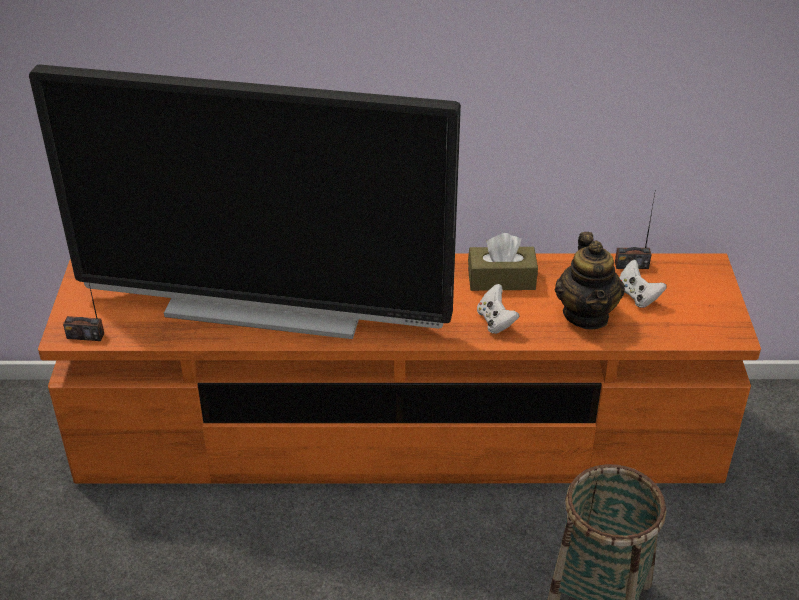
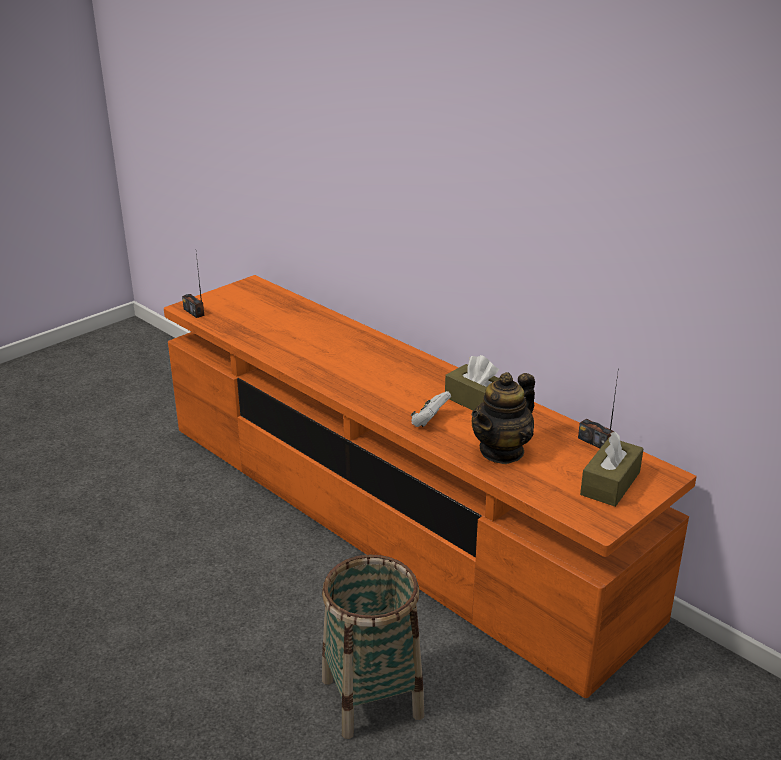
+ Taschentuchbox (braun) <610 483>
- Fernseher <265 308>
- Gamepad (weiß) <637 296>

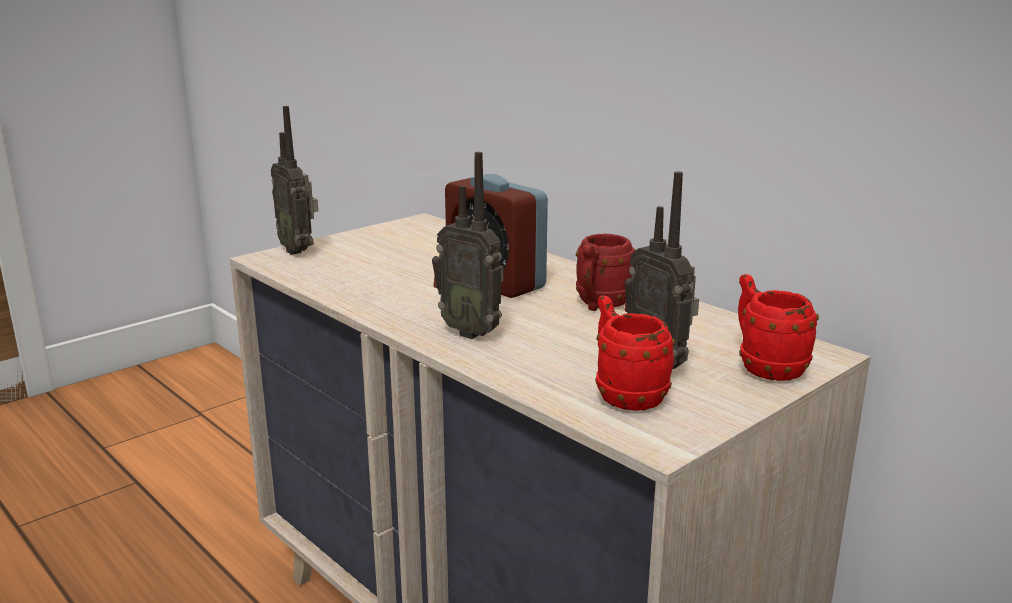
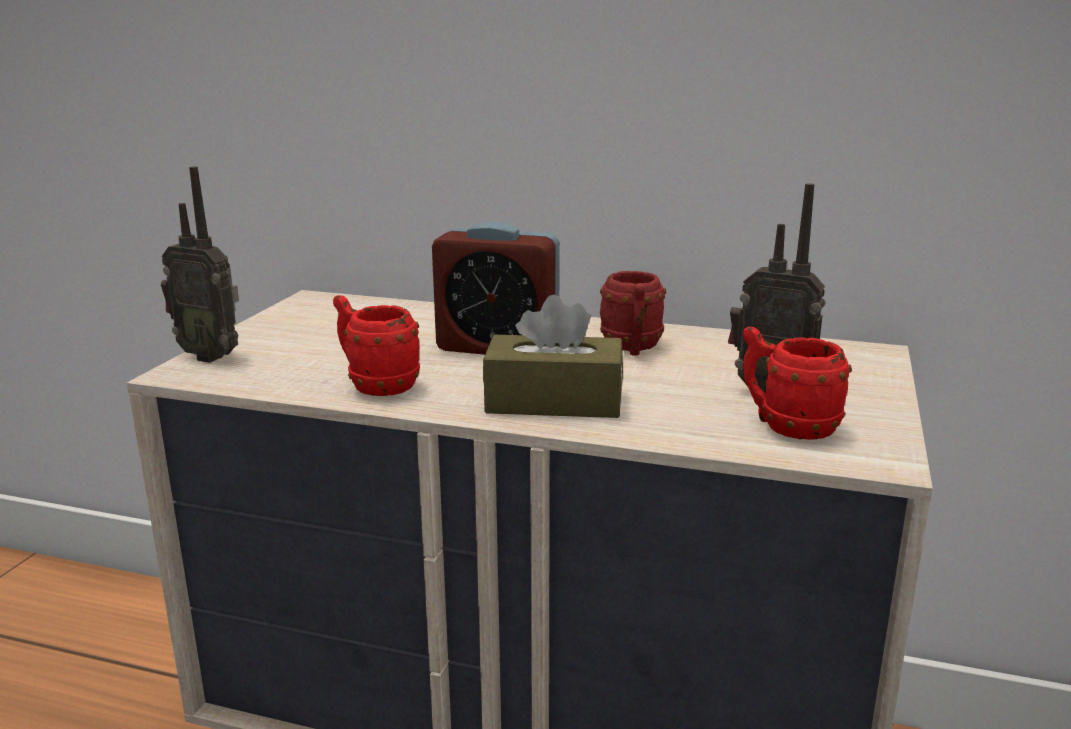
~ Henkelbecher (rot) <765 366> to <376 385>
~ Radio <471 331> to Taschentuchbox (braun) <554 401>

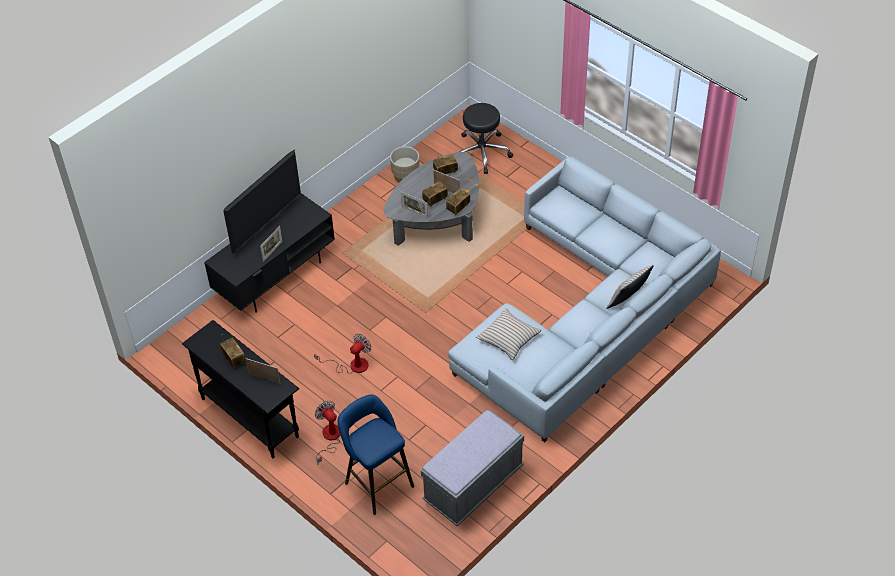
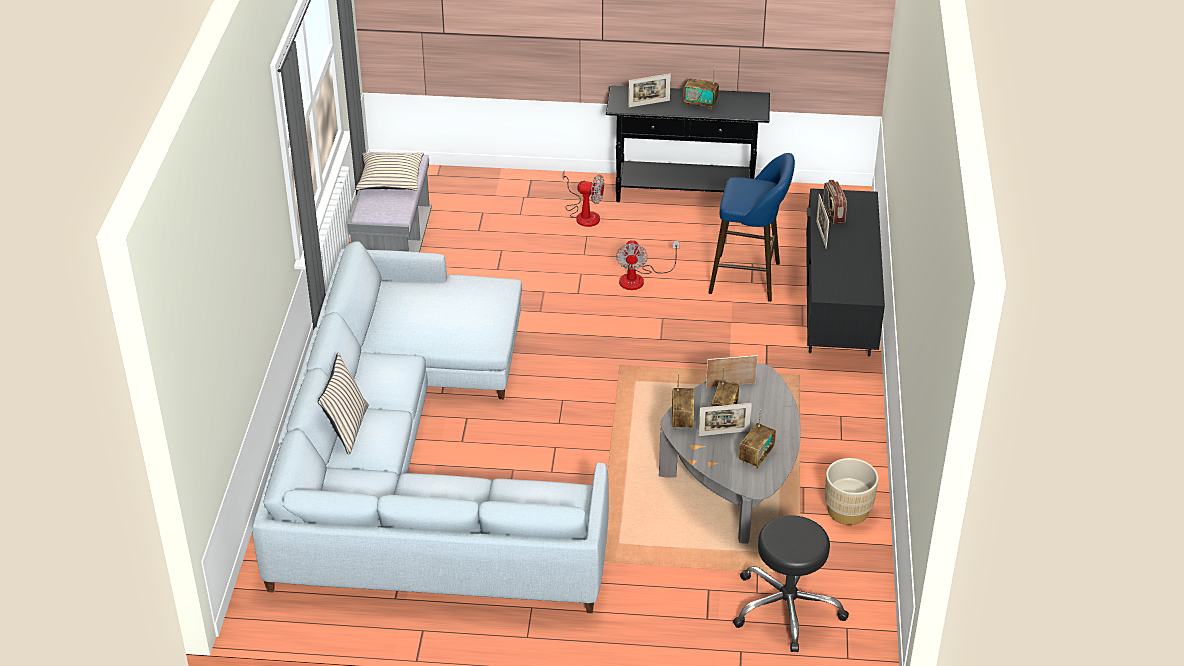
~ Kissen (beige) <509 338> to <390 179>
~ Hocker (blau) <376 482> to <749 278>
+ Radio <833 213>
- Fernseher <267 227>

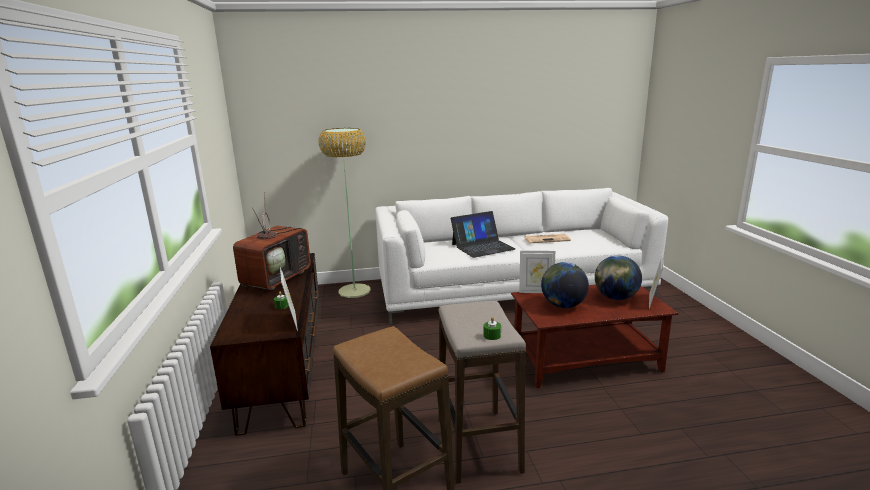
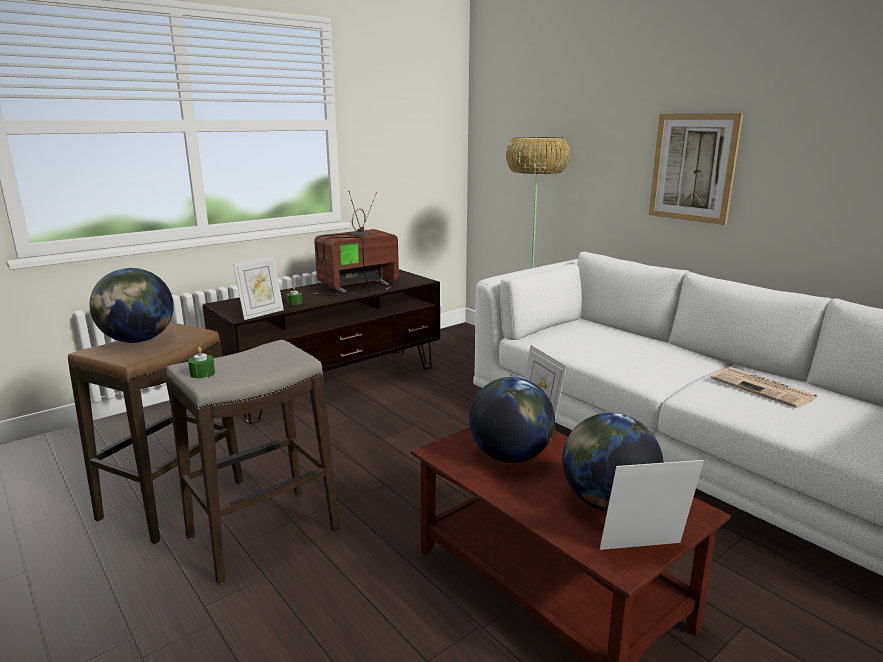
+ Globus <138 340>
~ Fernseher <276 278> = <357 286> 150 degrees clockwise
+ Bild <693 167>
- Laptop <482 246>

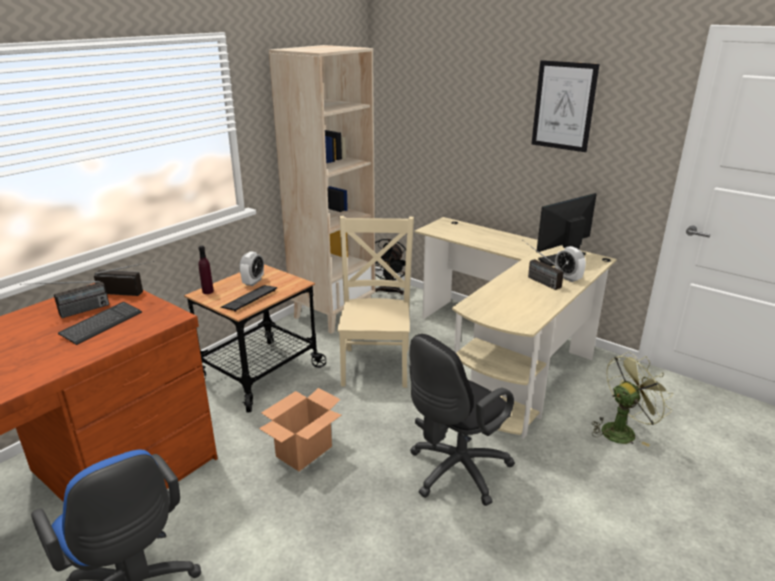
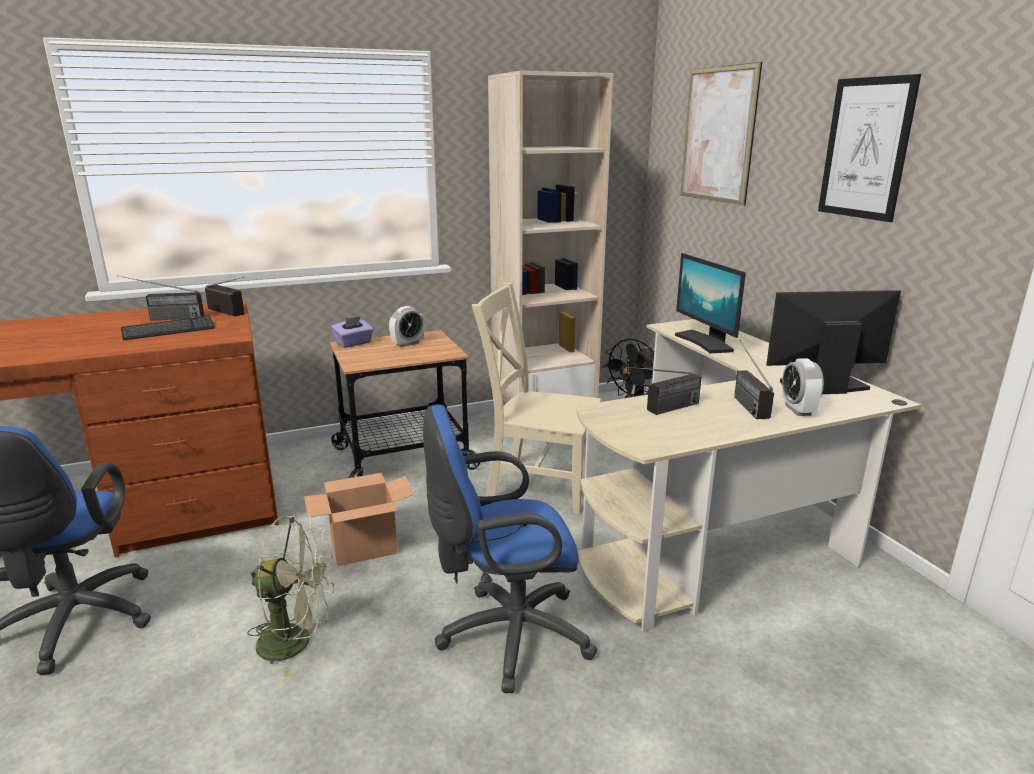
~ Ventilator (grün) <622 430> to <296 642>
~ Flasche (lila) <208 291> to Taschentuchbox (lila) <353 343>
~ Bürostuhl (schwarz) <454 472> to Bürostuhl (blau) <507 636>
~ Stuhl (beige) <376 364> = <537 484> 105 degrees counterclockwise
+ Radio <662 410>
+ Monitor <705 342>
+ Bild <717 135>
- Tastatur <250 299>

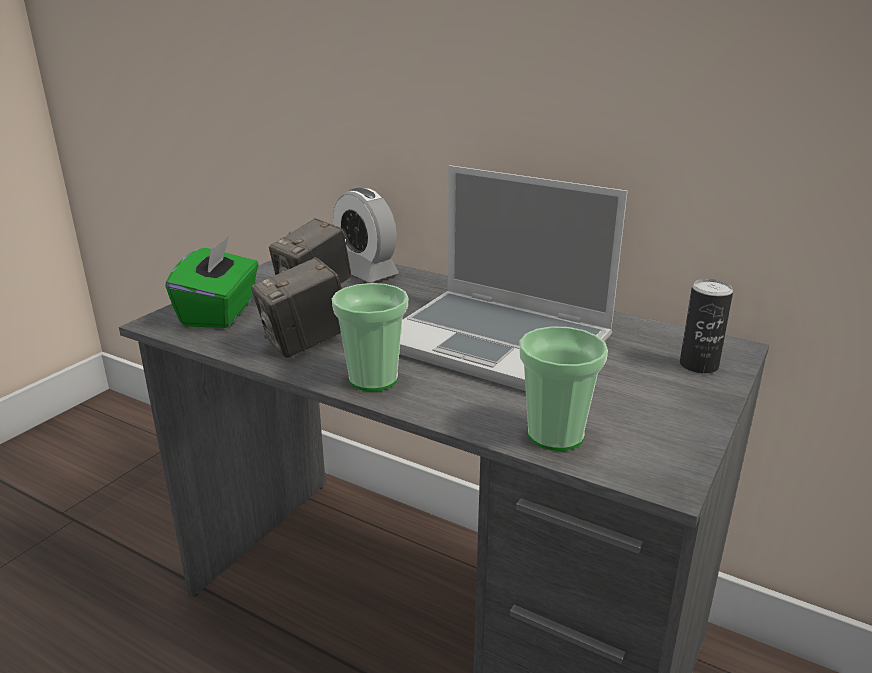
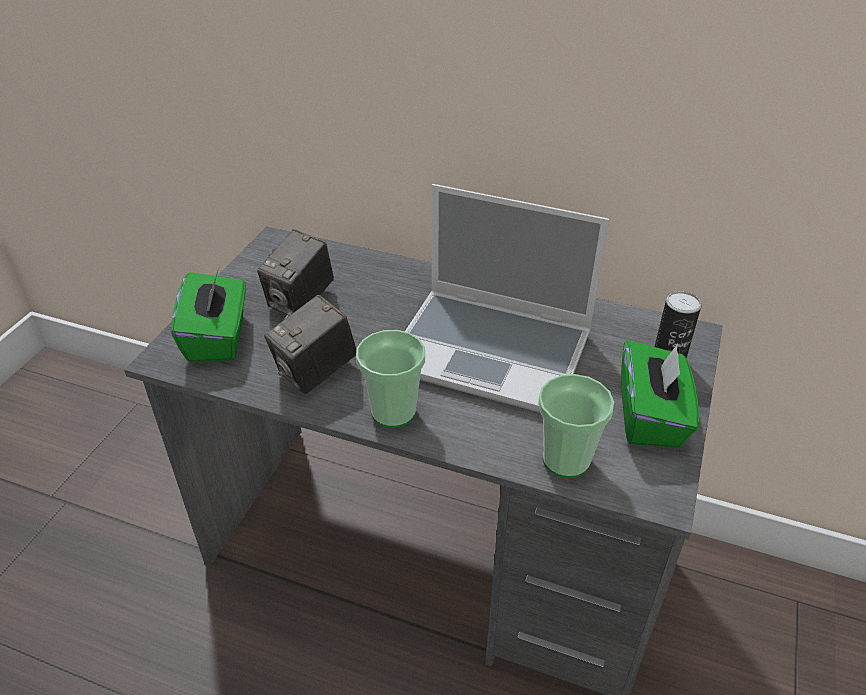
+ Taschentuchbox (grün) <651 417>
- Wecker <366 272>

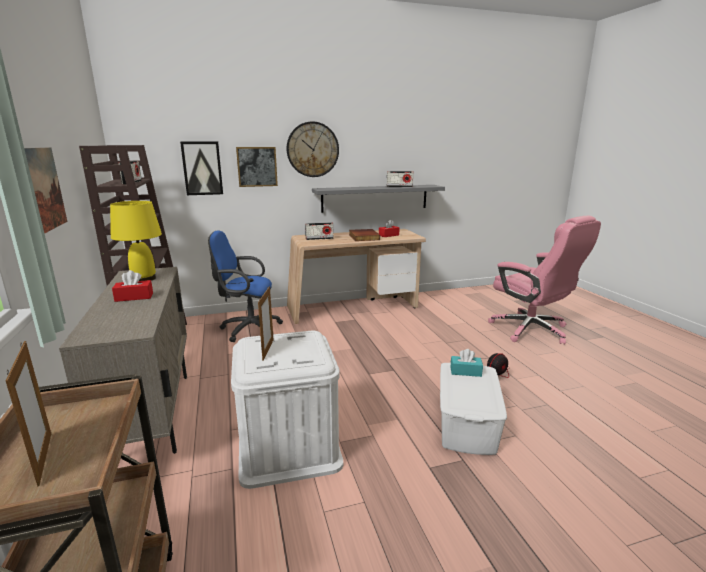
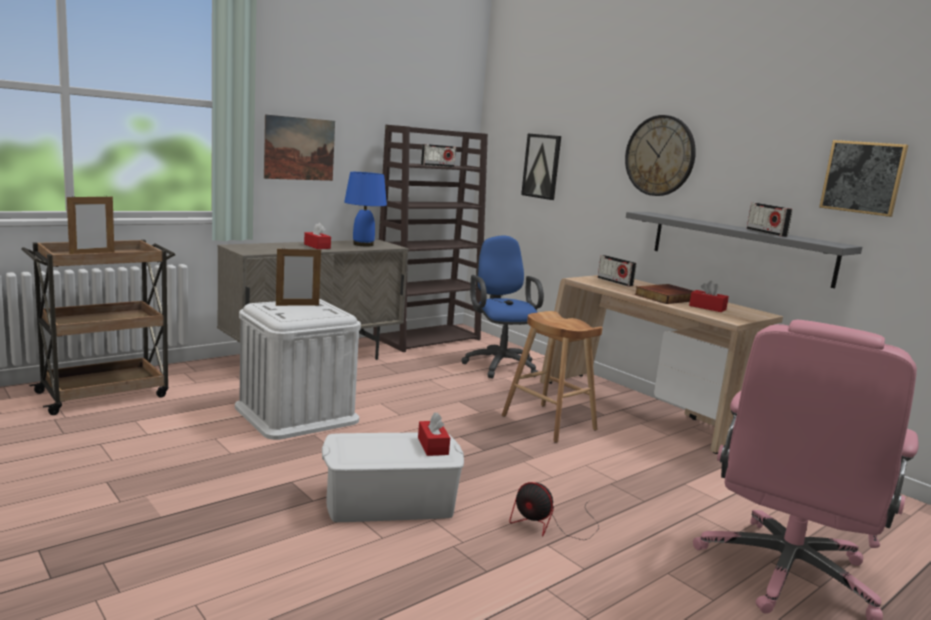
~ Tischlampe (gelb) <144 278> to Tischlampe (blau) <363 244>
~ Taschentuchbox (türkis) <465 371> to Taschentuchbox (rot) <433 446>
+ Hocker (braun) <549 423>
~ Bild <257 166> to <862 177>

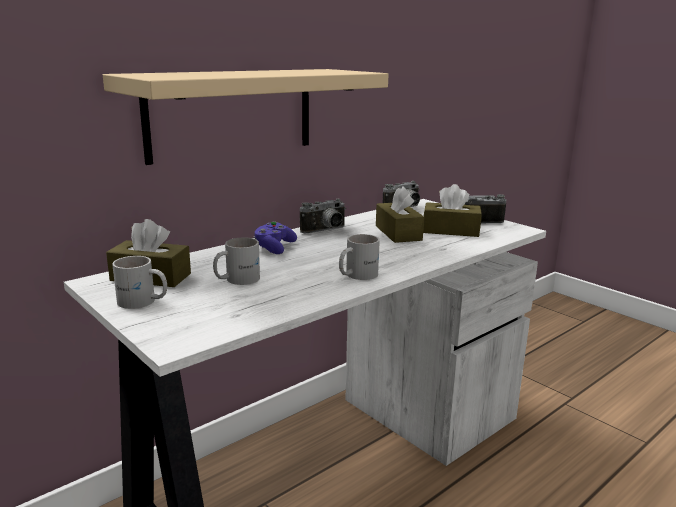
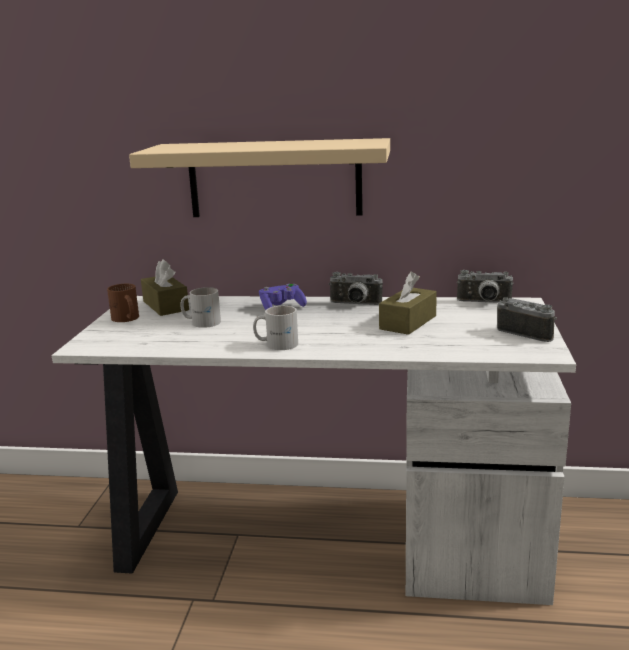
~ Henkelbecher (weiß) <142 302> to Henkelbecher (braun) <126 319>
- Taschentuchbox (braun) <450 230>

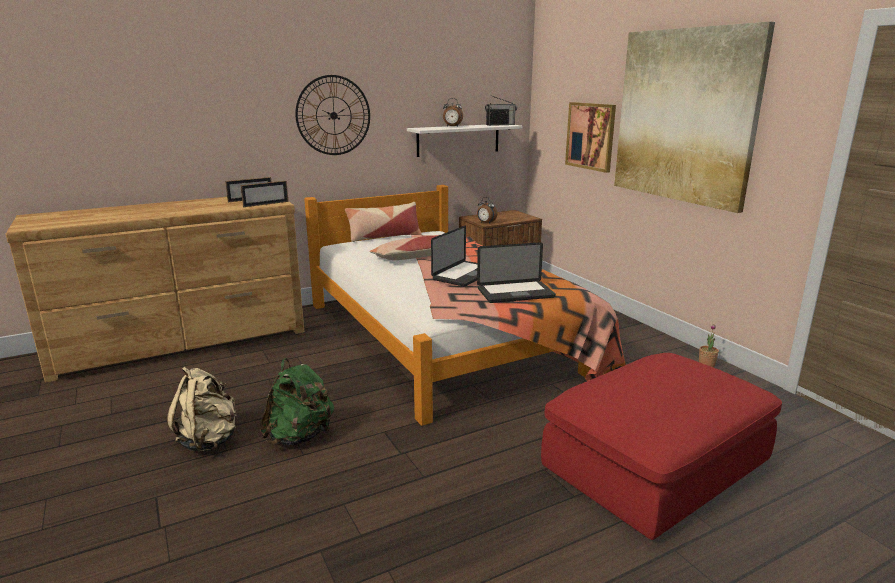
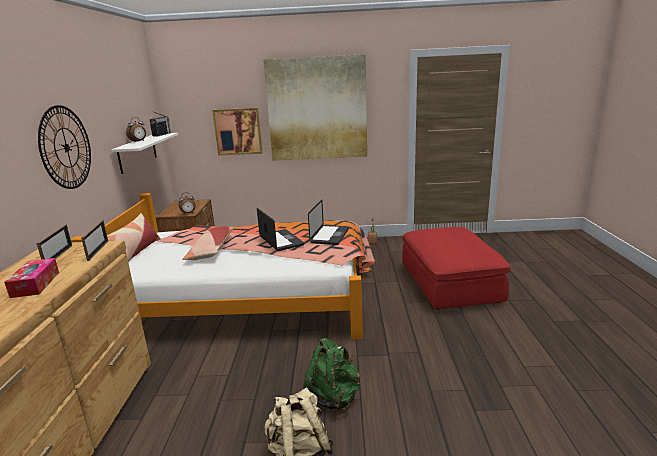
+ Taschentuchbox <35 284>

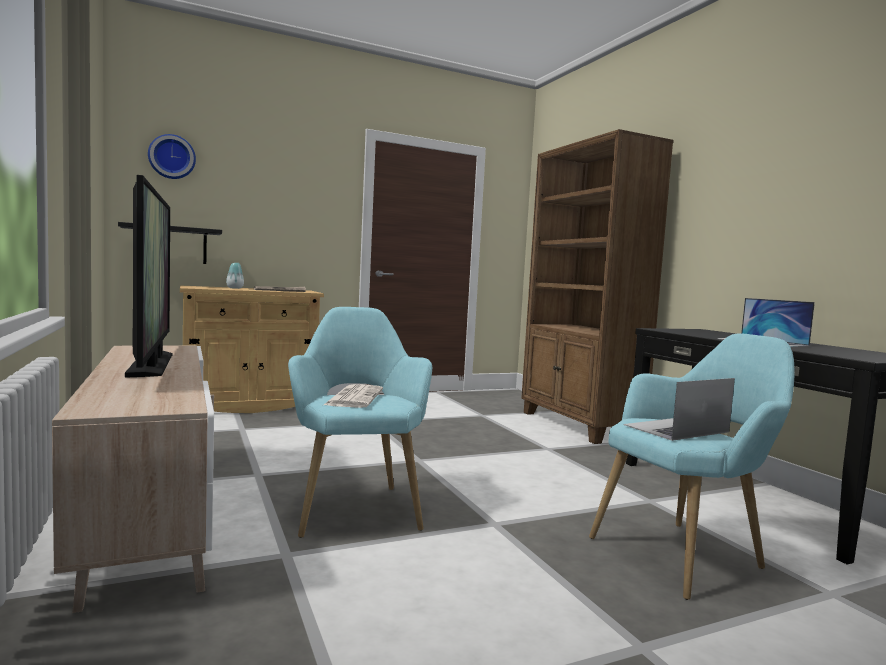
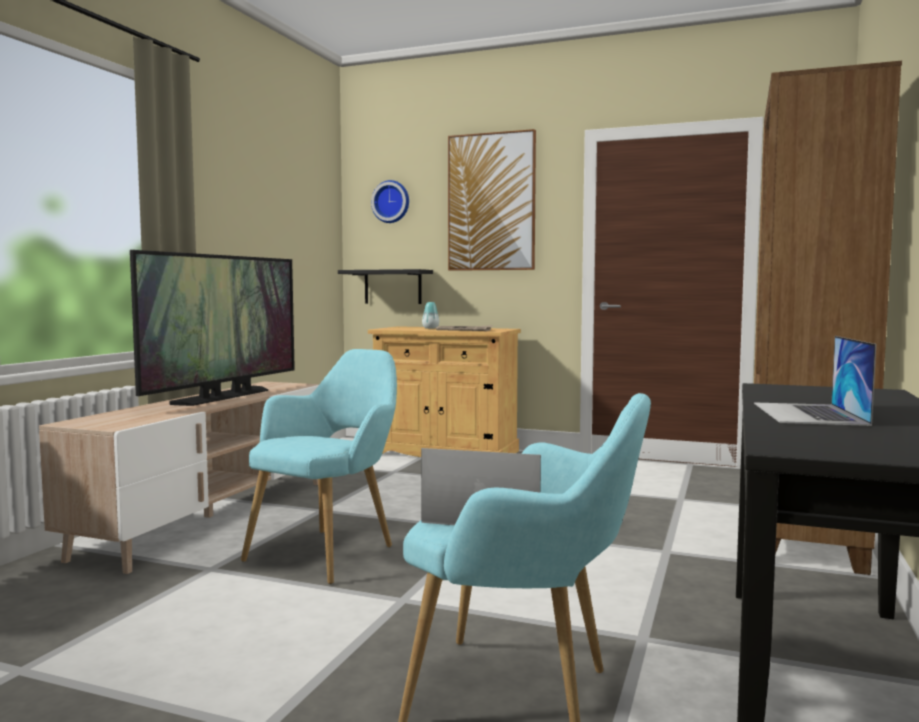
+ Bild <491 202>
- Zeitung <354 397>

